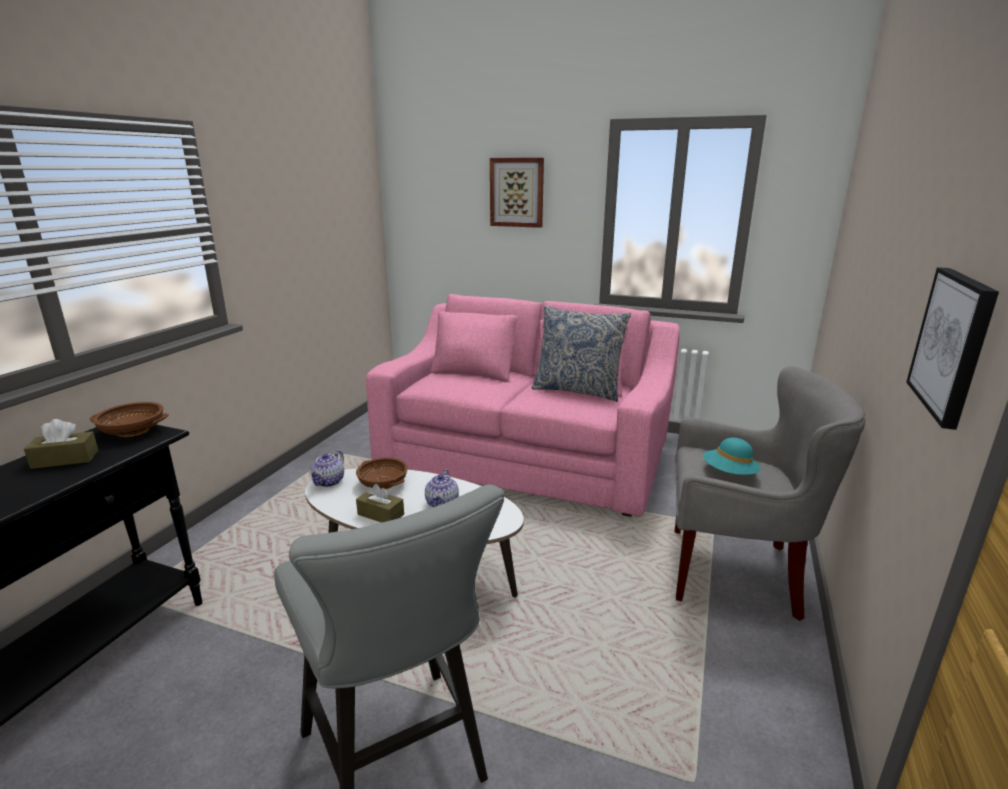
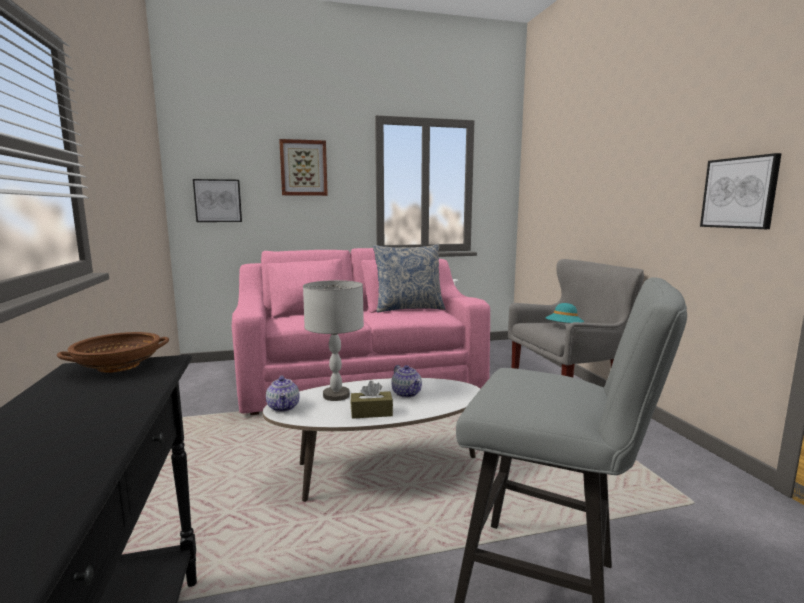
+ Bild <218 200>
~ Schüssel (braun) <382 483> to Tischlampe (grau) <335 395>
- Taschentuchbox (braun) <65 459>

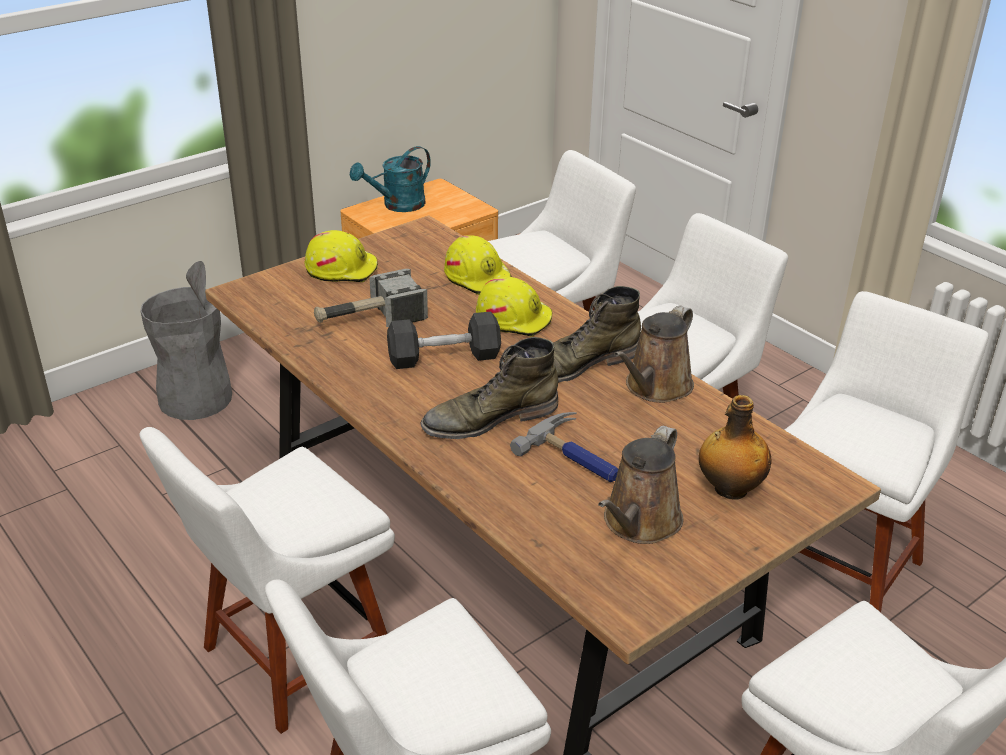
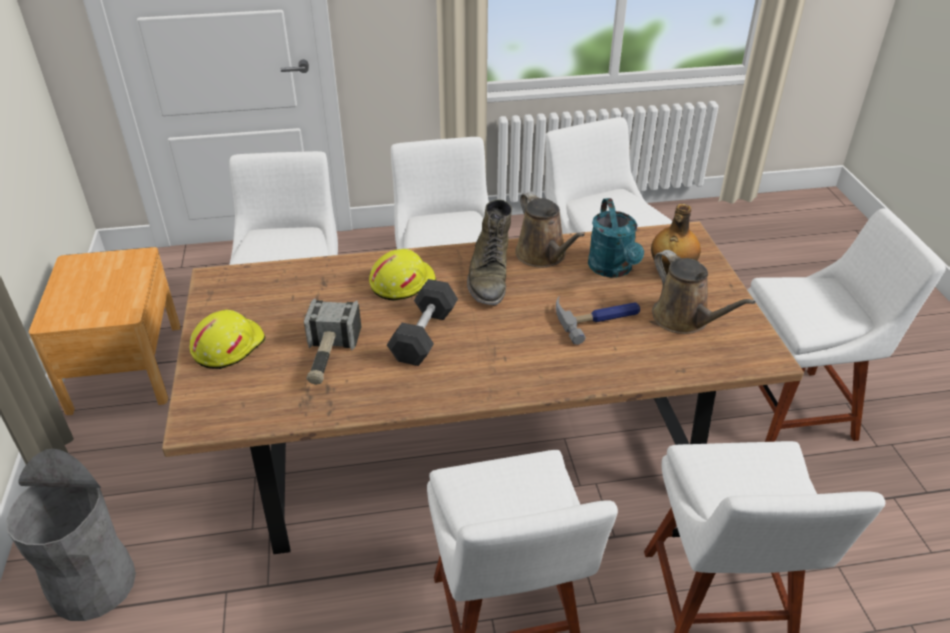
~ Gießkanne (türkis) <397 206> to <613 269>
- Stiefel (grün) <489 418>
- Schutzhelm (gelb) <477 277>

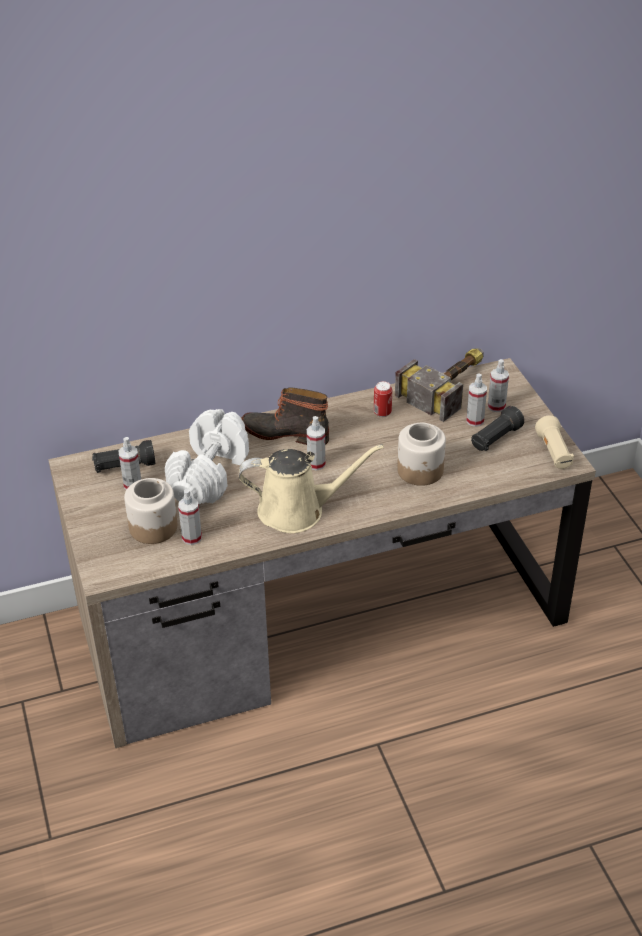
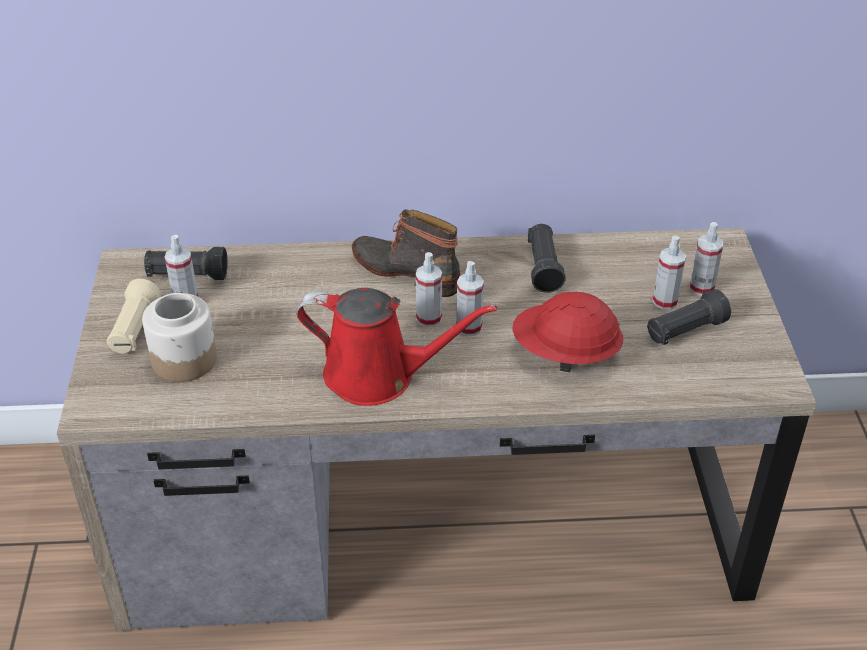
~ Taschenlampe (beige) <553 452> to <134 330>
~ Gießkanne (beige) <298 510> to Gießkanne (rot) <378 376>
~ Sprühflasche <192 538> to <469 327>
~ Vorratsglas <420 471> to Schutzhelm (rot) <565 354>
~ Dose <382 413> to Taschenlampe (schwarz) <543 268>
- Hantel (weiß) <209 474>
- Hammer <450 385>

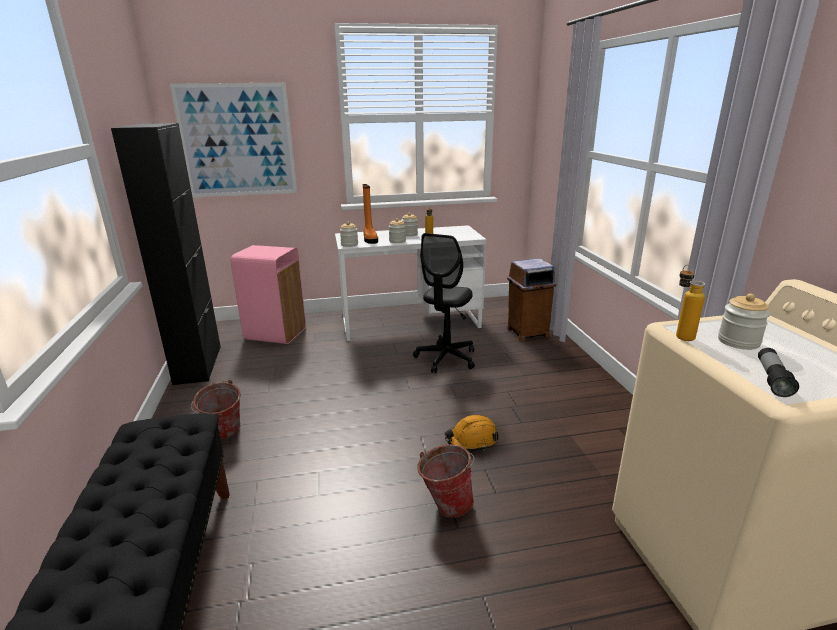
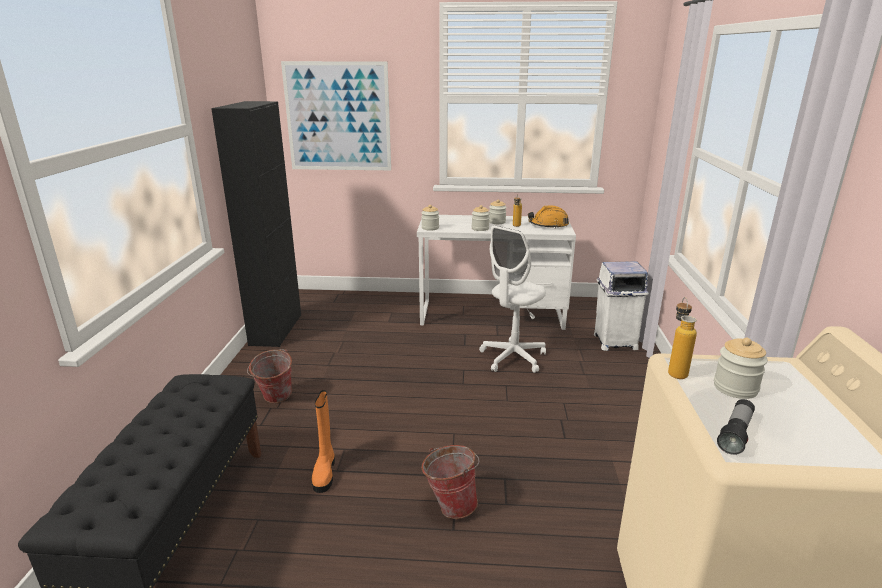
~ Stiefel (orange) <369 239> to <325 472>
~ Bürostuhl (schwarz) <446 358> to Bürostuhl (weiß) <513 358>
~ Schutzhelm (orange) <471 440> to <548 225>
~ Mülleimer (braun) <527 332> to Mülleimer (weiß) <614 342>
- Mülleimer (rosa) <275 333>

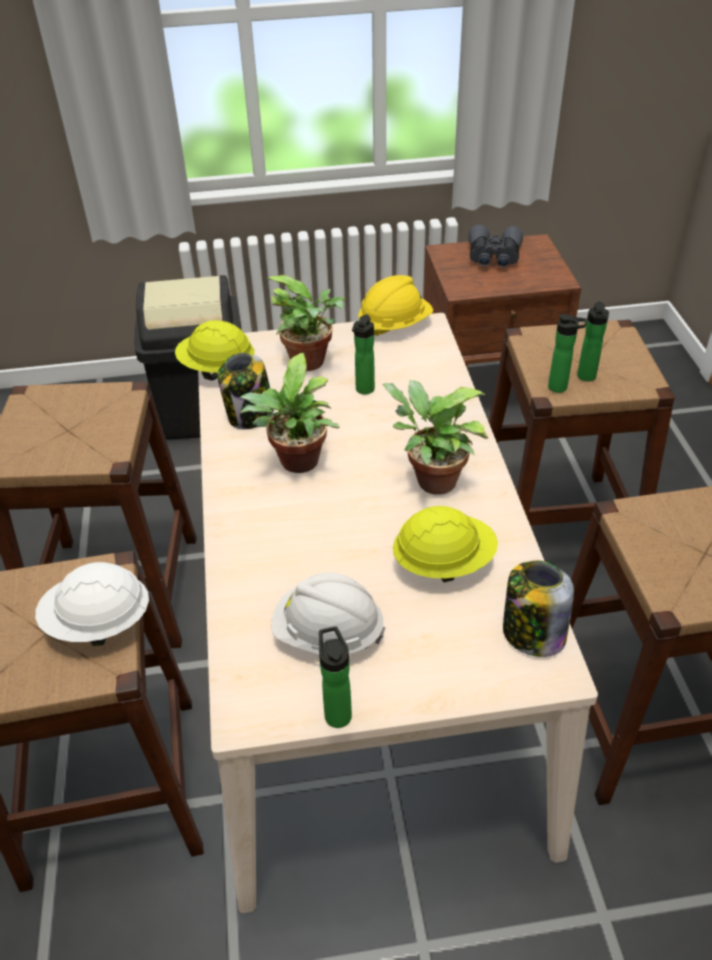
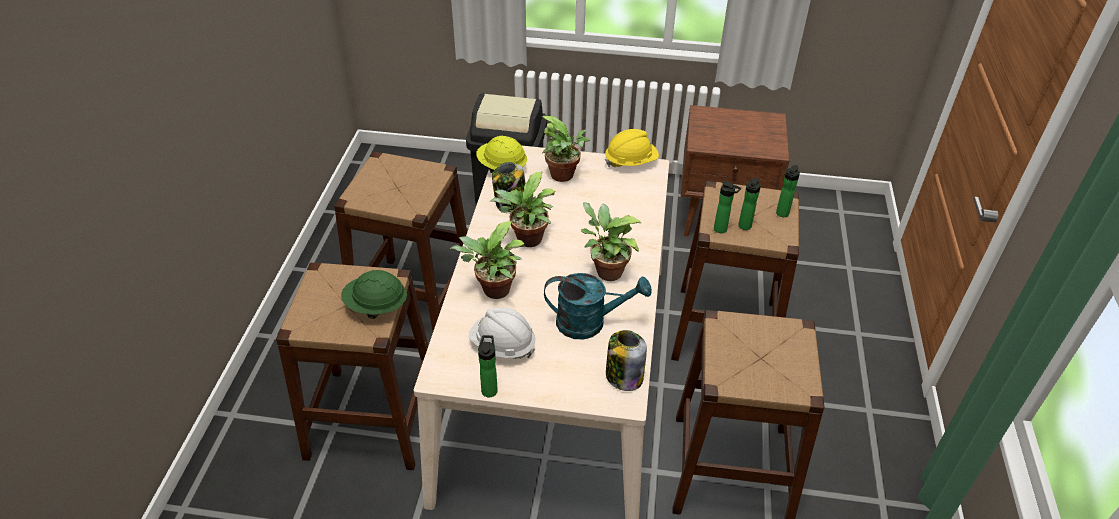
~ Schutzhelm (weiß) <98 624> to Schutzhelm (grün) <376 307>
+ Topfpflanze <493 291>
~ Schutzhelm (gelb) <443 563> to Gießkanne (türkis) <590 322>
~ Flasche <364 391> to <781 214>
- Fernglas (grau) <493 257>

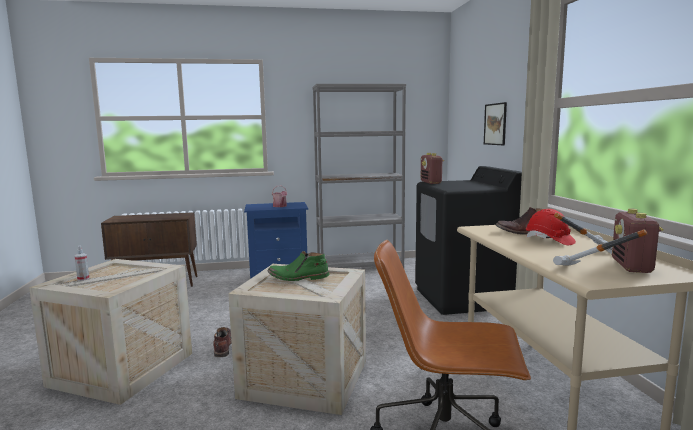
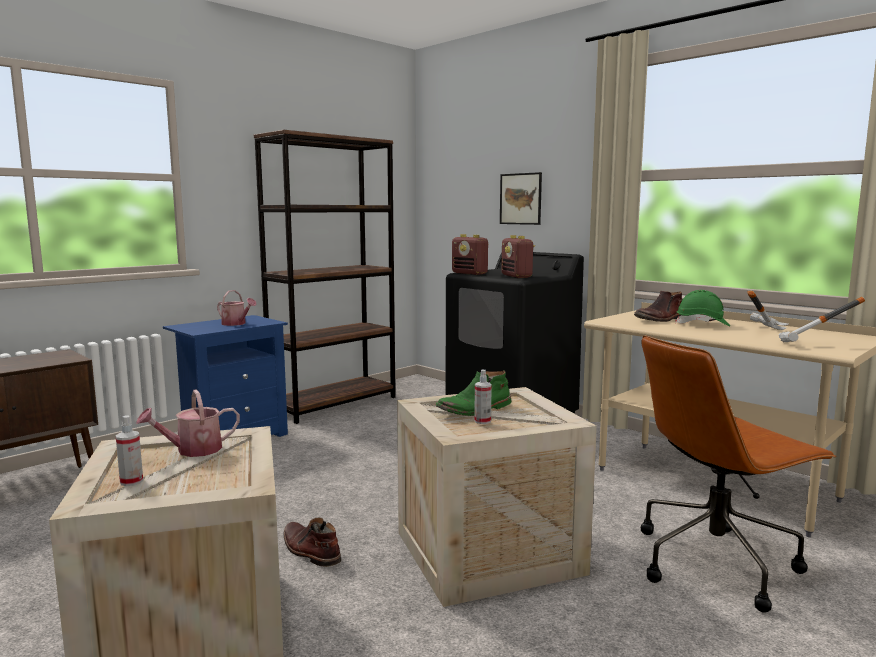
+ Gießkanne <193 450>
~ Bücherregal (grau) <360 267> to Bücherregal (braun) <334 404>
+ Sprühflasche <482 421>
~ Radio <632 267> to <517 276>
~ Schutzhelm (rot) <549 240> to Schutzhelm (grün) <702 324>

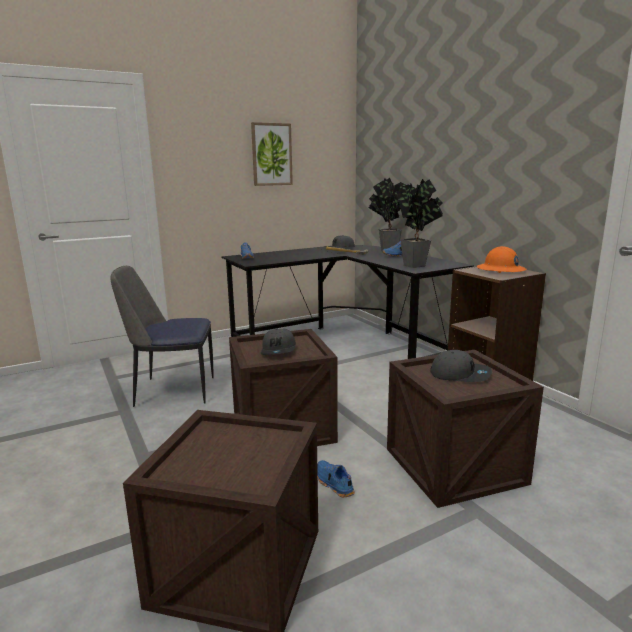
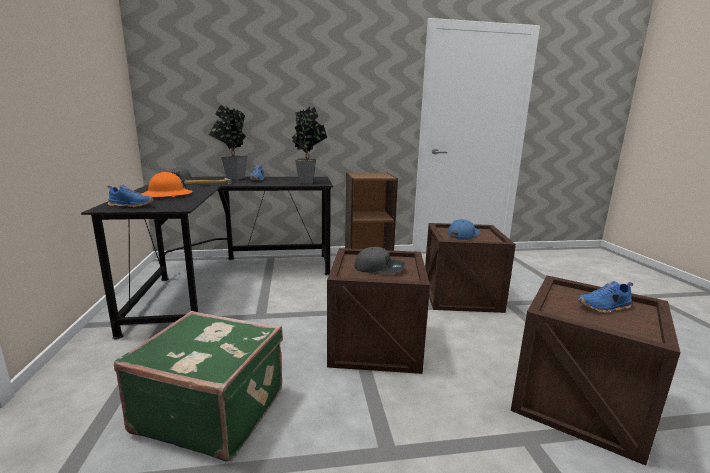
~ Stuhl <172 391> to Koffer (grün) <212 409>
~ Schutzhelm (orange) <500 269> to <167 195>
~ Kappe (grau) <460 374> to Kappe (blau) <463 234>
~ Schuh (blau) <333 484> to <604 307>
- Bild <271 154>

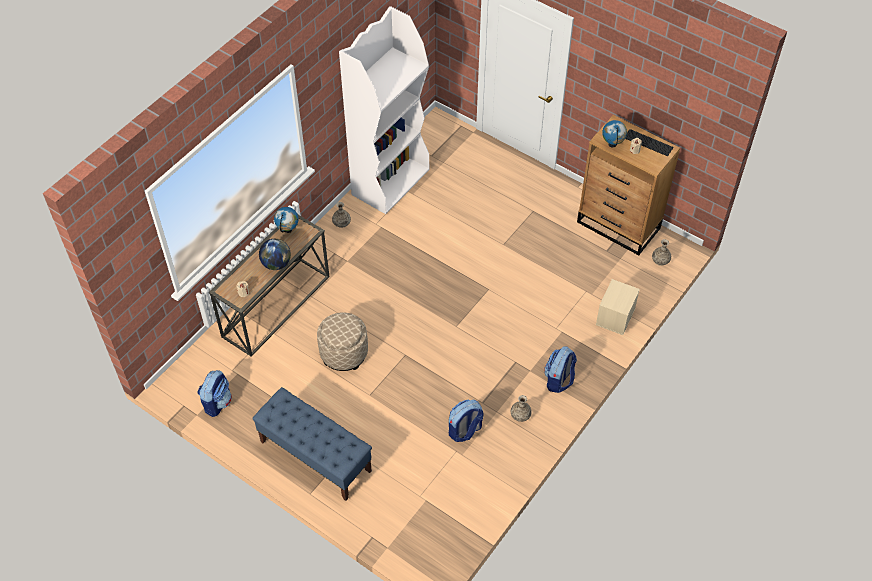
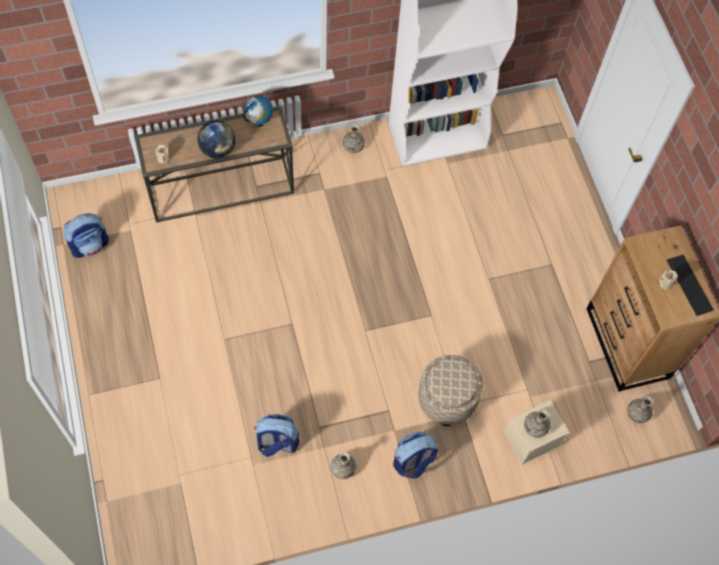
~ Polsterhocker (beige) <344 353> to <447 399>
+ Vase <535 427>
- Bank (blau) <315 456>
- Globus <612 144>

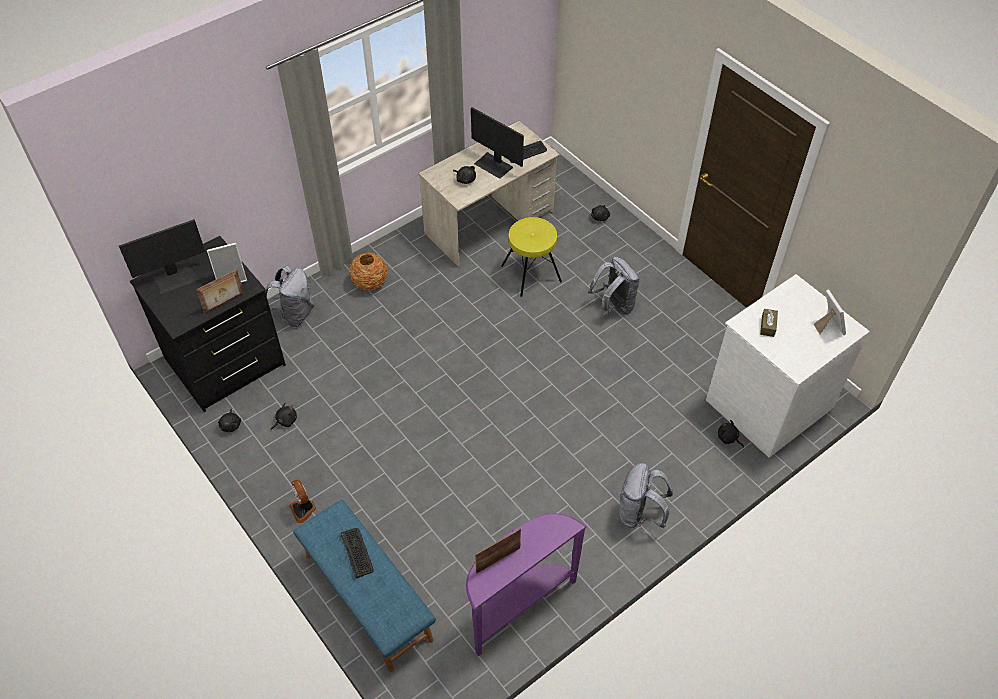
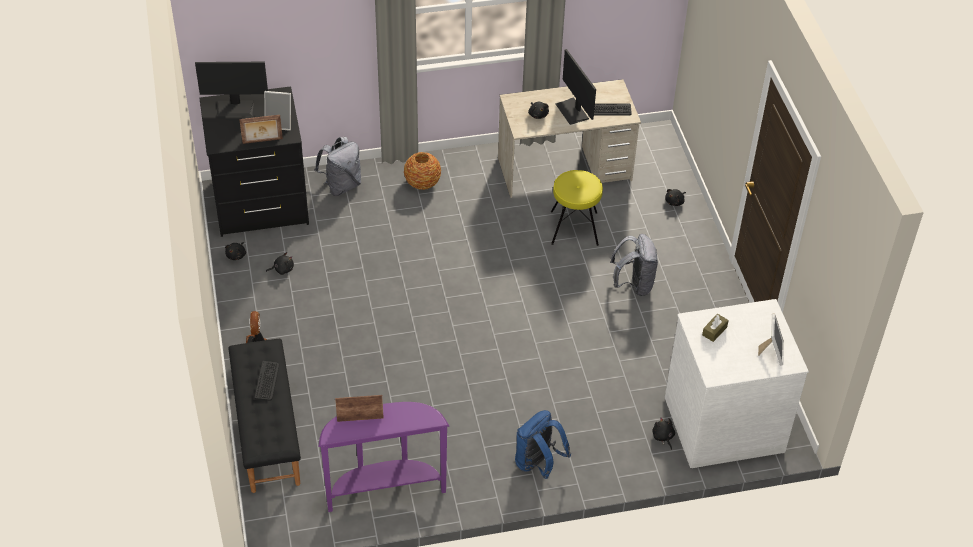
~ Bank (blau) <367 597> to Bank (schwarz) <266 431>
~ Rucksack (grau) <640 514> to Rucksack (blau) <538 464>

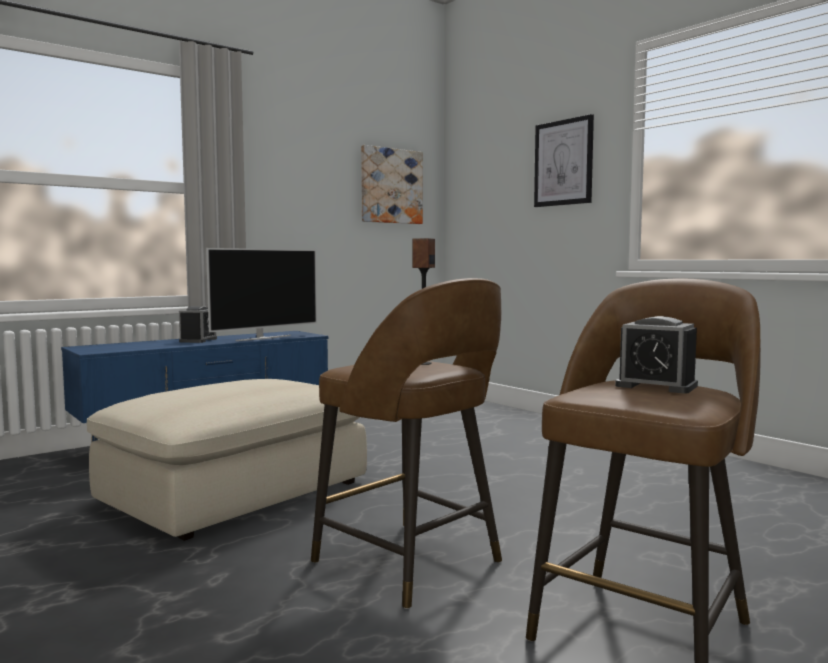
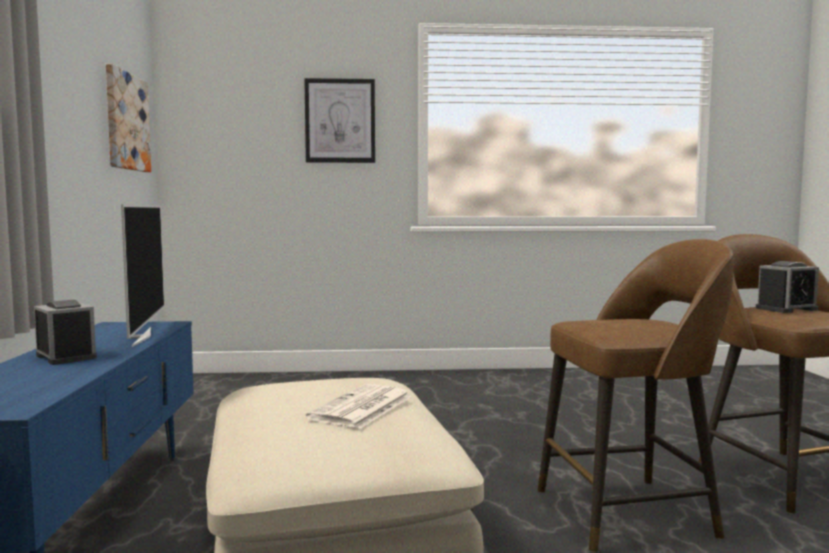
+ Zeitung <361 408>
- Lautsprecher <423 363>

